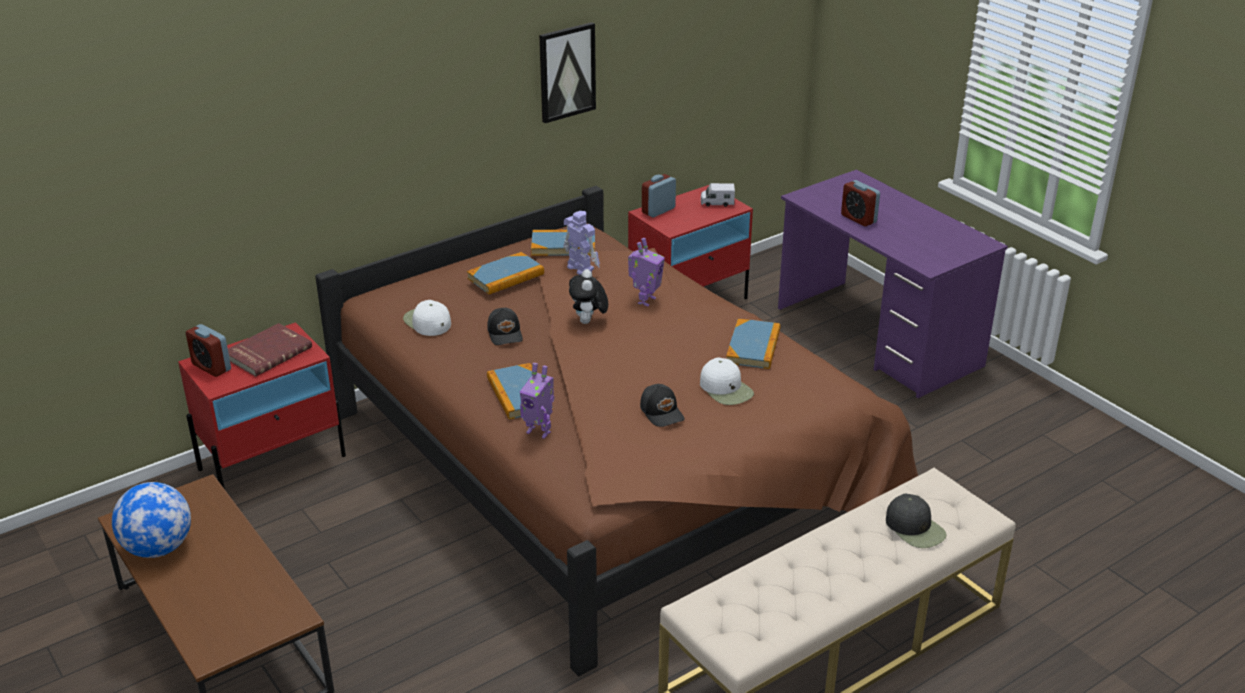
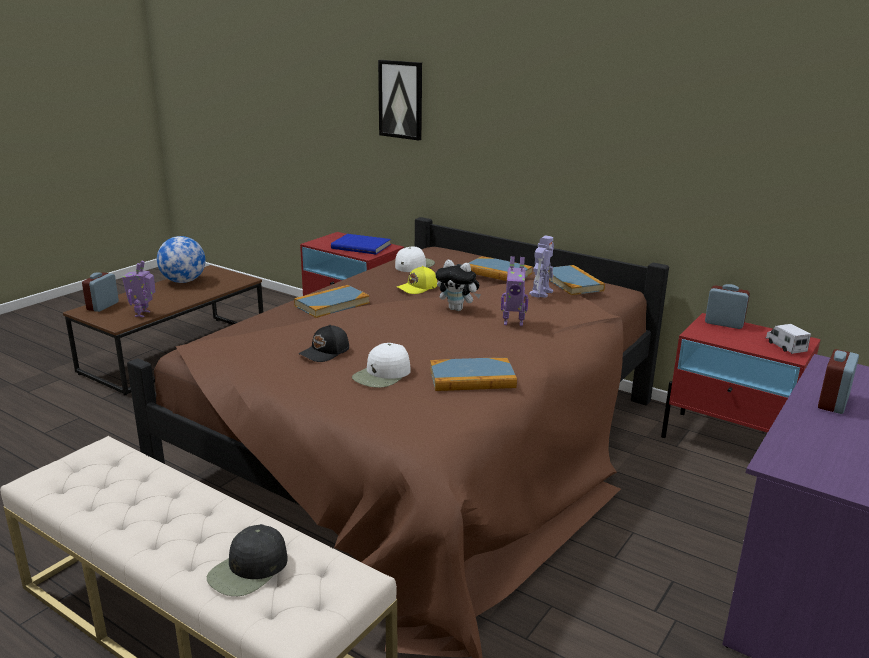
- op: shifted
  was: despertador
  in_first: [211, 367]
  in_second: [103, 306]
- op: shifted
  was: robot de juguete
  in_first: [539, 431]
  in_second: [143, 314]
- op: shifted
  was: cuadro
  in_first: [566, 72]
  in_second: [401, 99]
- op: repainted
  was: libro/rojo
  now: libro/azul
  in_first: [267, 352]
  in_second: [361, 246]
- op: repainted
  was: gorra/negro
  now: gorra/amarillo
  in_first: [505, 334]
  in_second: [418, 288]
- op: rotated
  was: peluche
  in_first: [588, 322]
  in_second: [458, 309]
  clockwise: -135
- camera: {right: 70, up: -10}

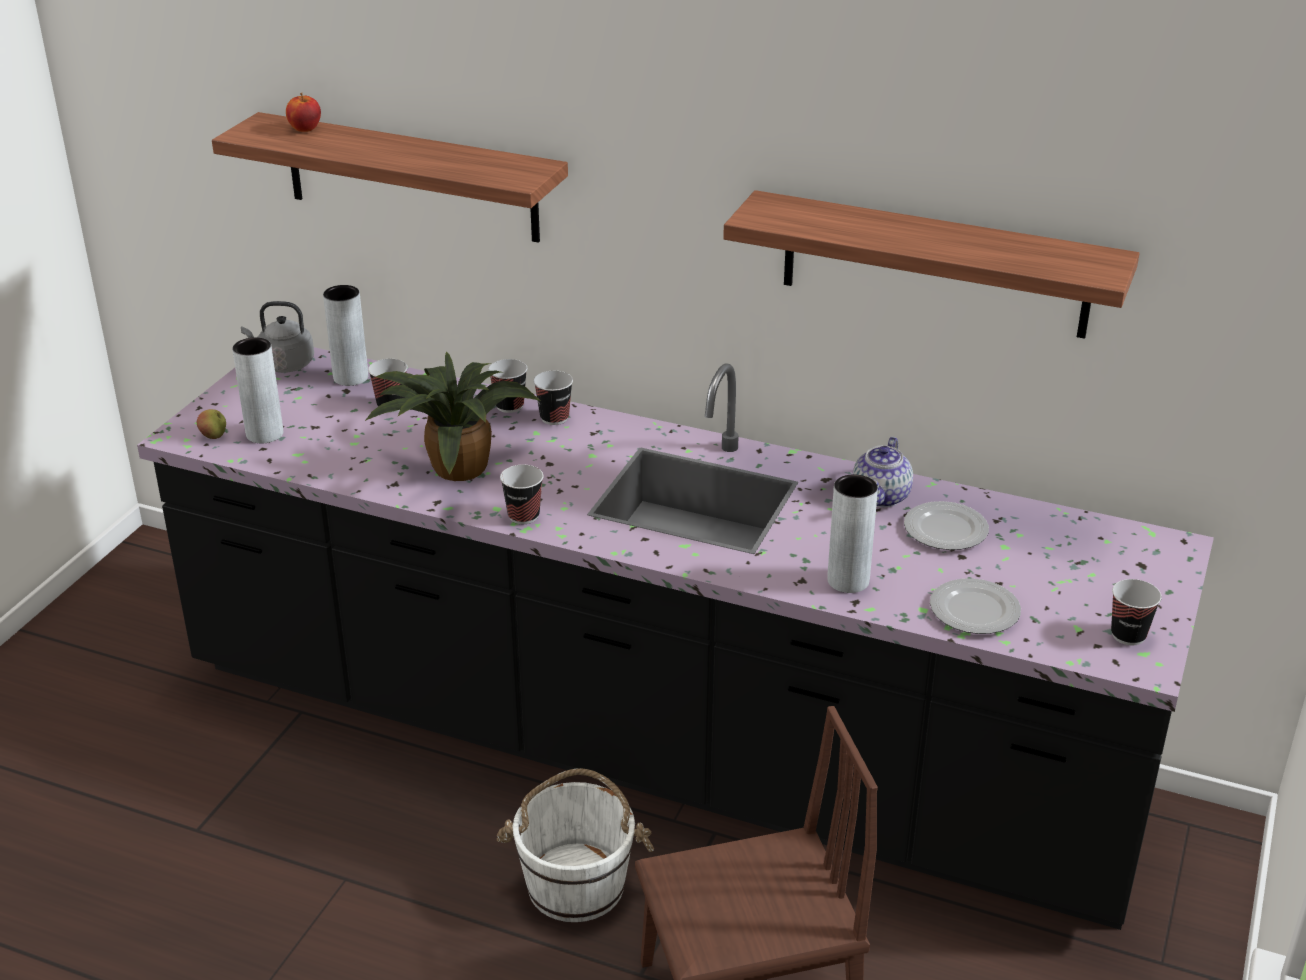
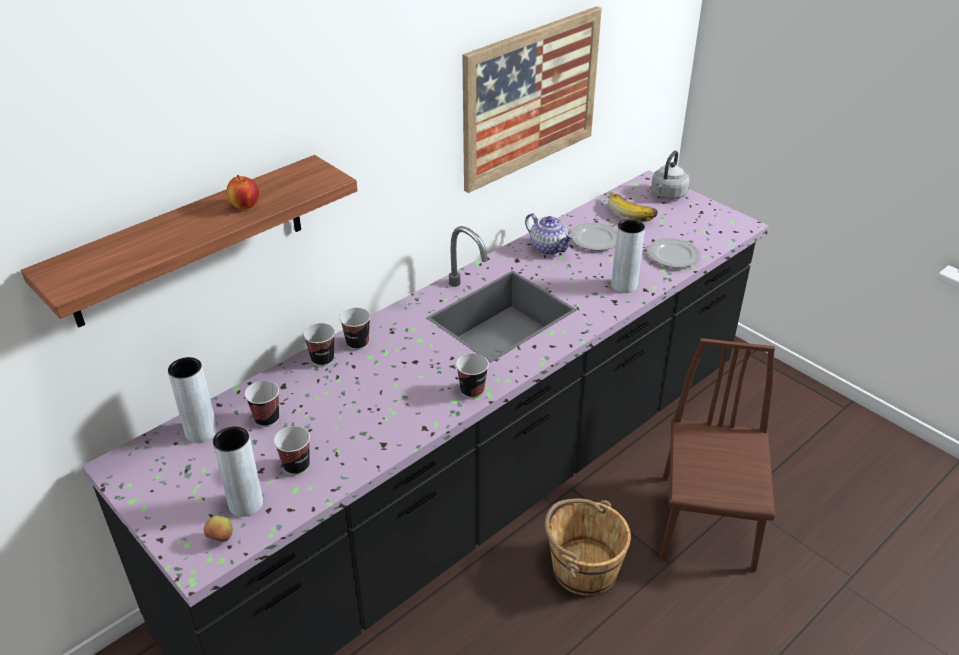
- op: gone
  was: planta en maceta
  in_first: [456, 466]
- op: new
  now: plátano
  in_second: [631, 213]
- op: shifted
  was: hervidor/gris
  in_first: [283, 364]
  in_second: [667, 195]
- op: shifted
  was: manzana
  in_first: [305, 129]
  in_second: [245, 206]
- op: shifted
  was: taza
  in_first: [1128, 635]
  in_second: [296, 466]
- op: swapped
  was: estante
  now: cuadro
  in_first: [935, 265]
  in_second: [530, 98]
- op: repainted
  was: cubo/blanco
  now: cubo/marrón
  in_first: [576, 884]
  in_second: [583, 568]
- camera: {right: -65, up: 5}

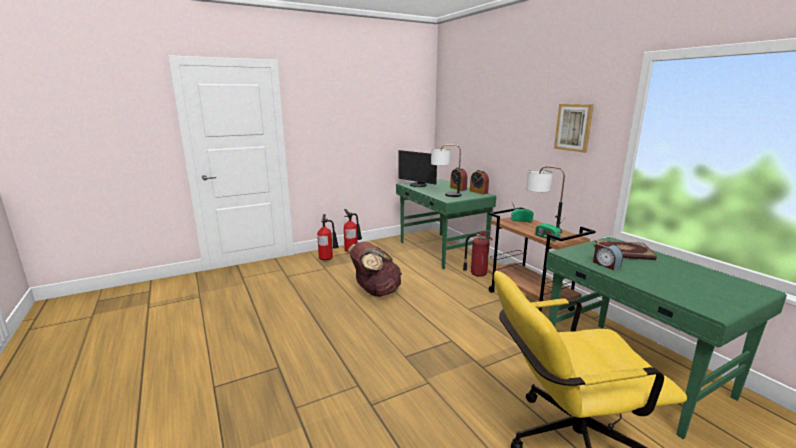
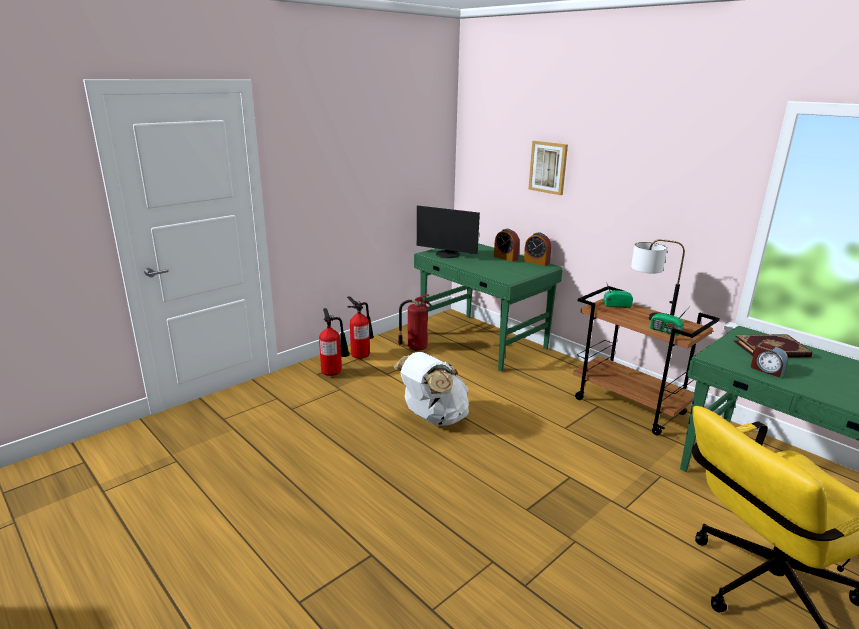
- op: gone
  was: lámpara de mesa
  in_first: [445, 194]
- op: shifted
  was: extintor
  in_first: [477, 274]
  in_second: [416, 347]
- op: shifted
  was: cuadro
  in_first: [573, 127]
  in_second: [548, 167]
- op: repainted
  was: mochila/marrón
  now: mochila/blanco
  in_first: [375, 292]
  in_second: [433, 418]
- camera: {right: -15, up: 5}

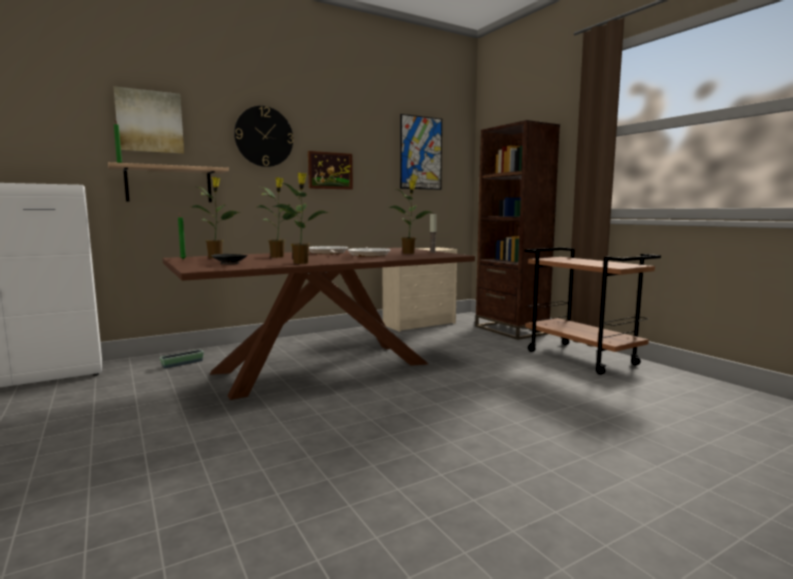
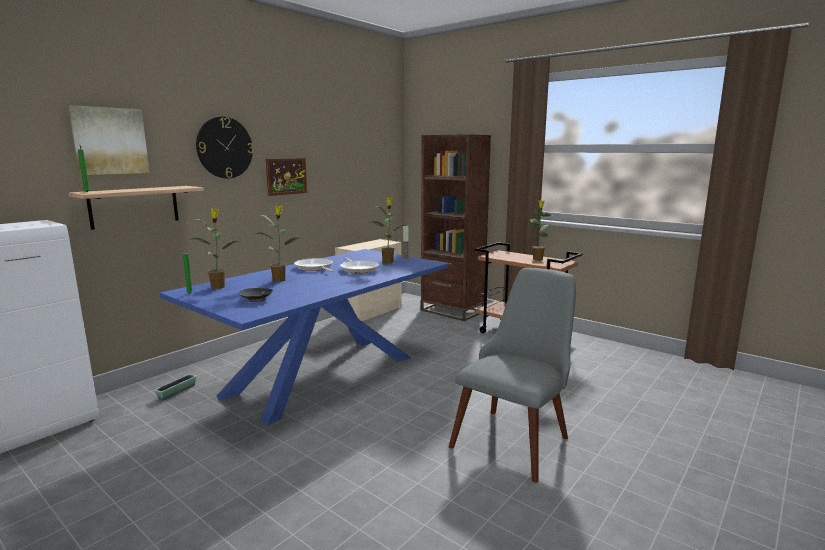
- op: gone
  was: cuadro
  in_first: [421, 153]
- op: new
  now: silla/gris
  in_second: [516, 435]
- op: shifted
  was: planta en maceta
  in_first: [301, 263]
  in_second: [537, 259]
- op: repainted
  was: mesa de comedor/marrón
  now: mesa de comedor/azul
  in_first: [324, 367]
  in_second: [324, 375]
- camera: {right: -20, up: 5}

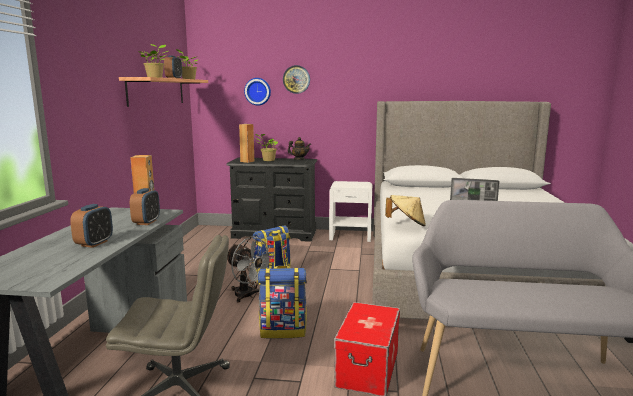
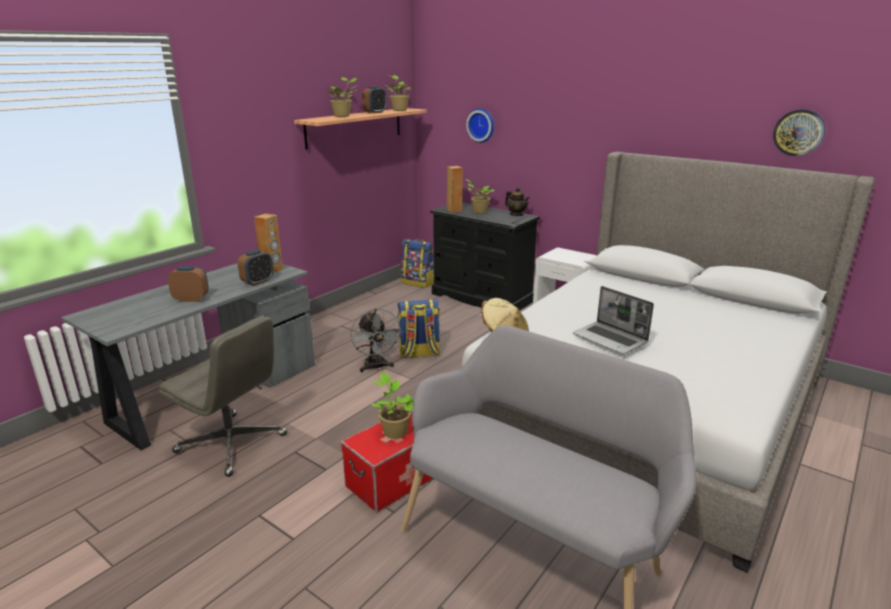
- op: new
  now: planta en maceta
  in_second: [394, 431]
- op: shifted
  was: mochila
  in_first: [283, 331]
  in_second: [418, 283]
- op: shifted
  was: reloj de pared
  in_first: [296, 79]
  in_second: [798, 132]
- op: rotated
  was: despertador
  in_first: [94, 243]
  in_second: [191, 299]
  clockwise: -135
- camera: {right: 30, up: 10}

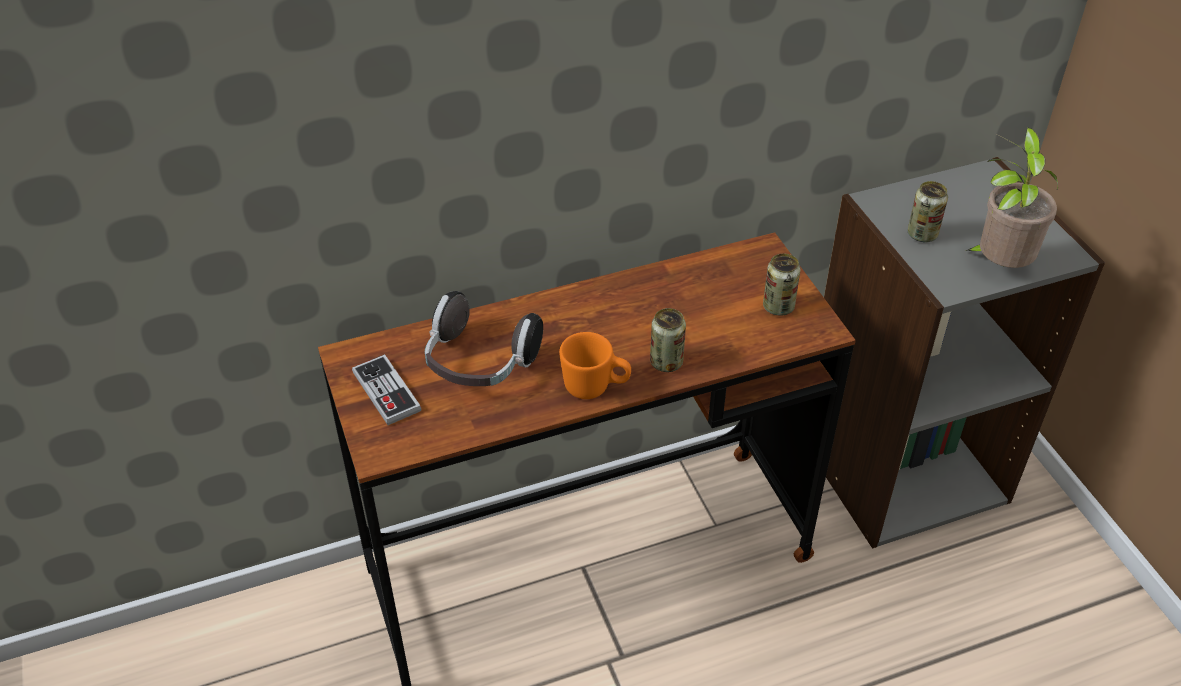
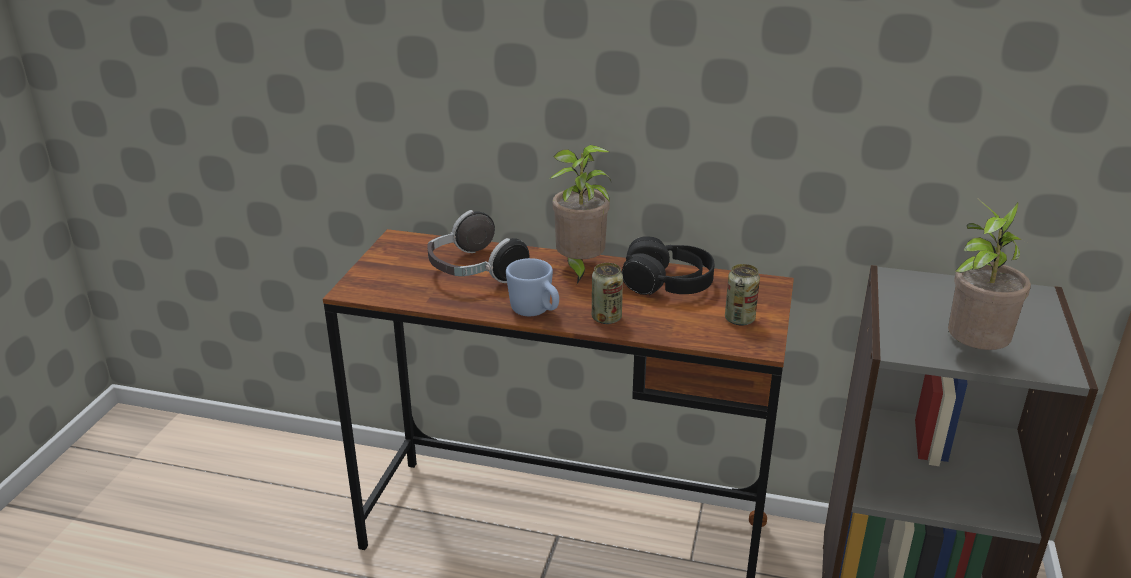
- op: gone
  was: mando de consola
  in_first: [386, 392]
- op: gone
  was: lata
  in_first: [922, 234]
- op: new
  now: planta en maceta
  in_second: [579, 268]
- op: new
  now: auriculares/negro
  in_second: [667, 283]
- op: repainted
  was: taza grande/naranja
  now: taza grande/azul
  in_first: [595, 388]
  in_second: [535, 312]
- camera: {right: 35, up: -15}

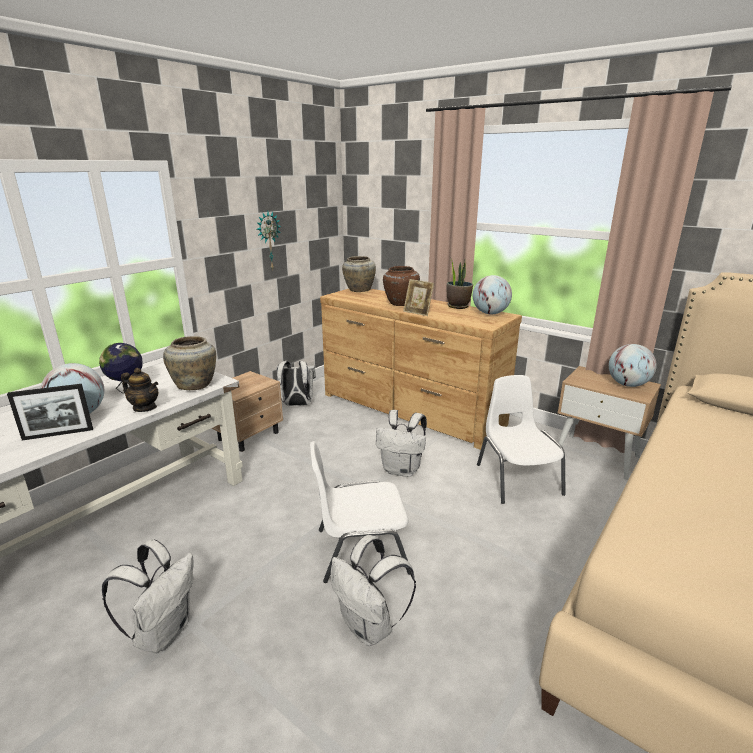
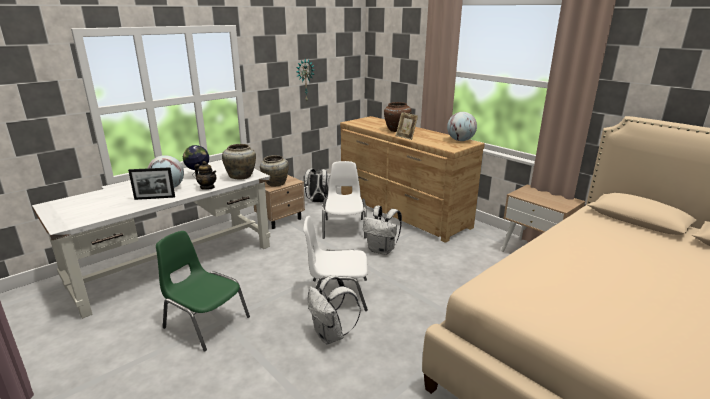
- op: gone
  was: planta en maceta
  in_first: [458, 306]
- op: gone
  was: globo terráqueo
  in_first: [627, 385]
- op: shifted
  was: florero/beis
  in_first: [358, 290]
  in_second: [275, 184]
- op: shifted
  was: silla/blanco
  in_first: [517, 478]
  in_second: [344, 228]
- op: swapped
  was: mochila/blanco
  now: silla/verde
  in_first: [163, 632]
  in_second: [205, 322]
- camera: {right: 10, up: 0}

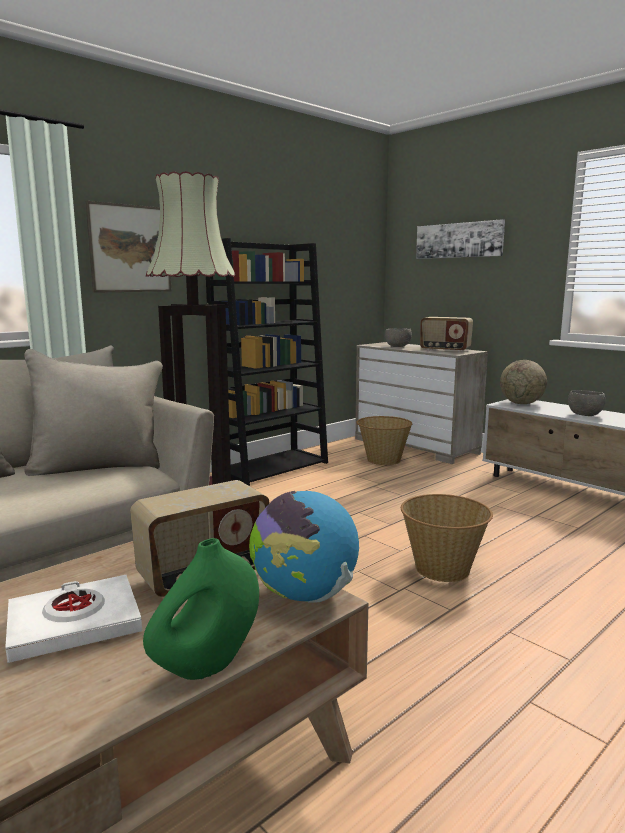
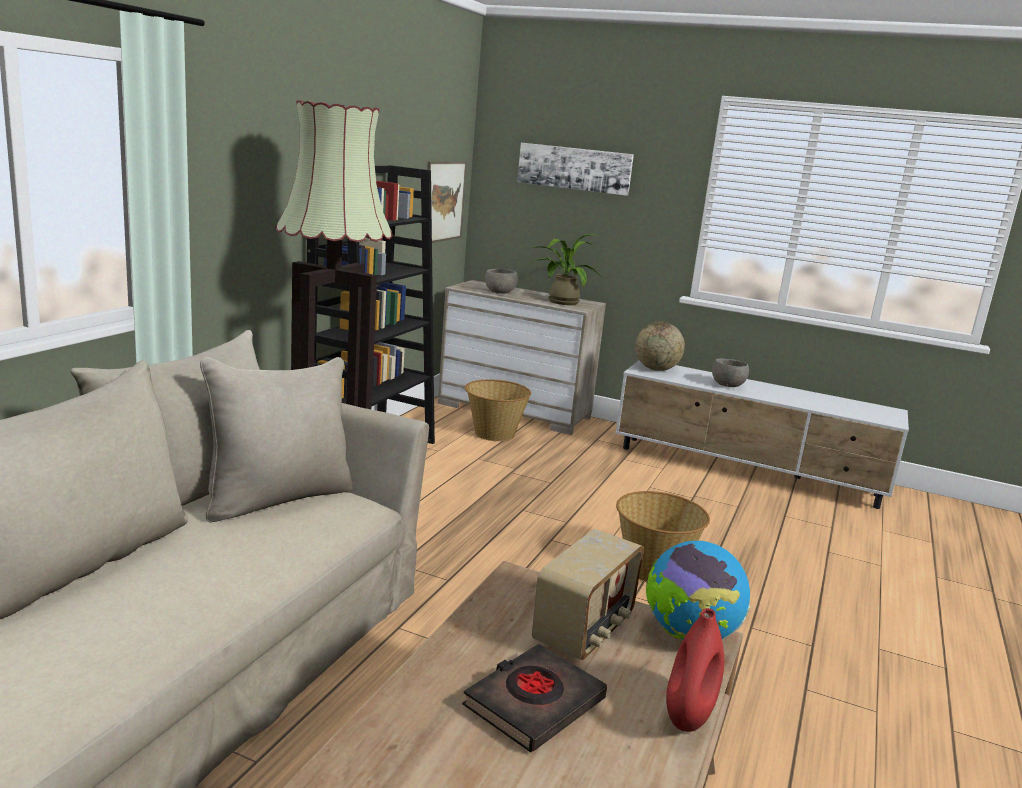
- op: shifted
  was: cuadro
  in_first: [130, 249]
  in_second: [444, 201]
- op: swapped
  was: radio
  now: planta en maceta
  in_first: [445, 350]
  in_second: [560, 301]
- op: repainted
  was: libro/blanco
  now: libro/negro
  in_first: [74, 625]
  in_second: [533, 703]
- op: repainted
  was: florero/verde
  now: florero/rojo
  in_first: [207, 665]
  in_second: [688, 716]
- camera: {right: -25, up: 5}

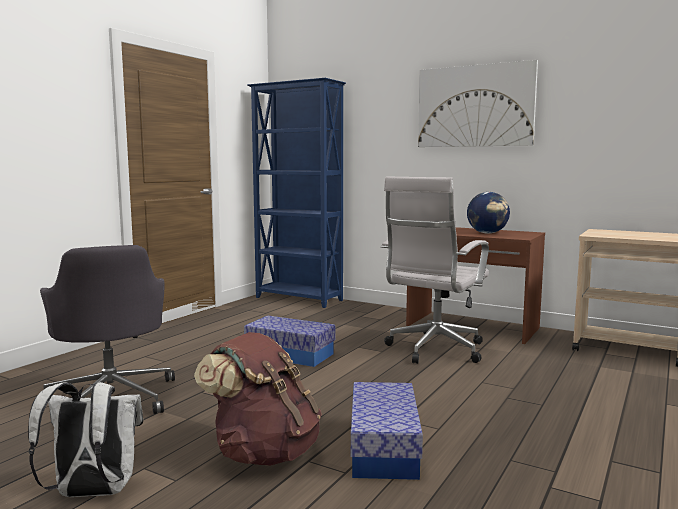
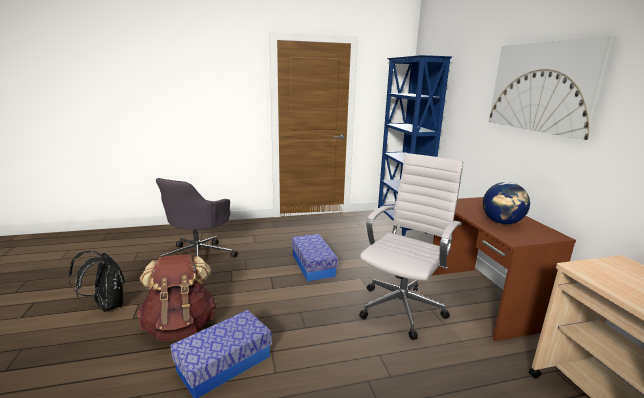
- op: repainted
  was: mochila/blanco
  now: mochila/negro
  in_first: [92, 493]
  in_second: [107, 305]
- op: rotated
  was: silla de oficina/blanco
  in_first: [433, 350]
  in_second: [403, 307]
  clockwise: 135
- camera: {right: 45, up: 10}

